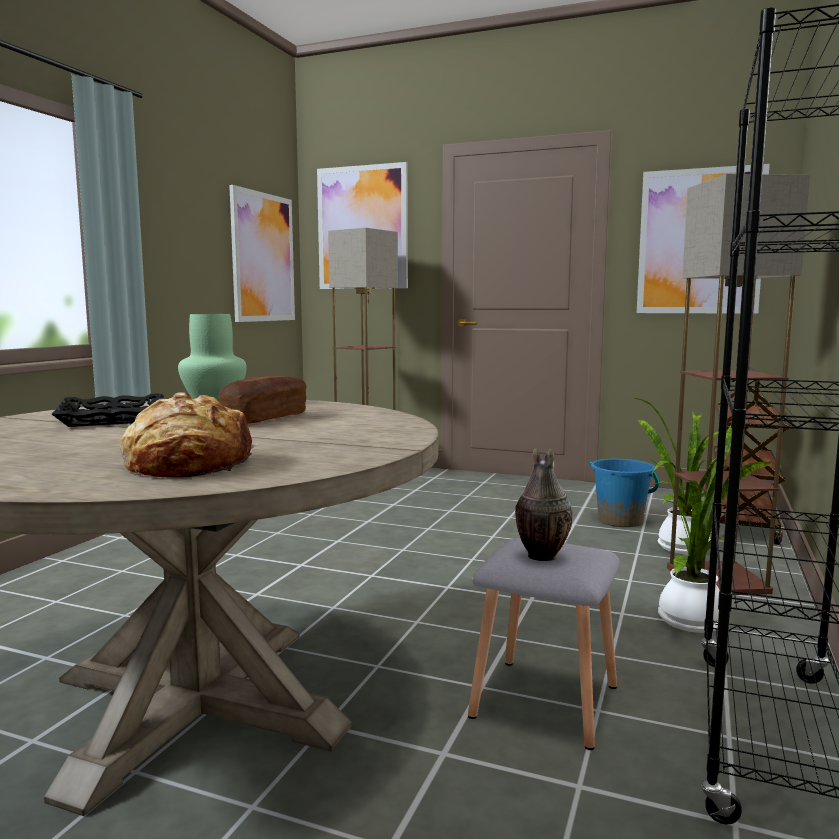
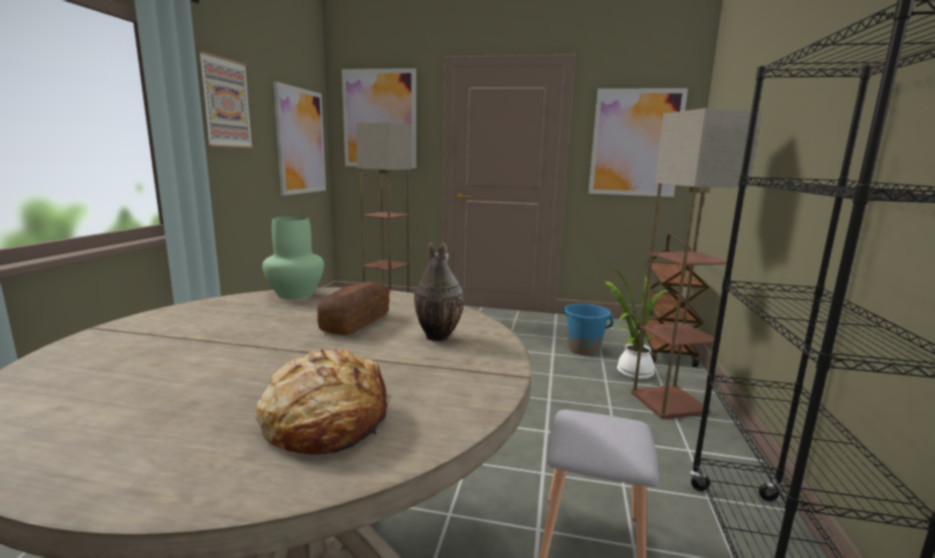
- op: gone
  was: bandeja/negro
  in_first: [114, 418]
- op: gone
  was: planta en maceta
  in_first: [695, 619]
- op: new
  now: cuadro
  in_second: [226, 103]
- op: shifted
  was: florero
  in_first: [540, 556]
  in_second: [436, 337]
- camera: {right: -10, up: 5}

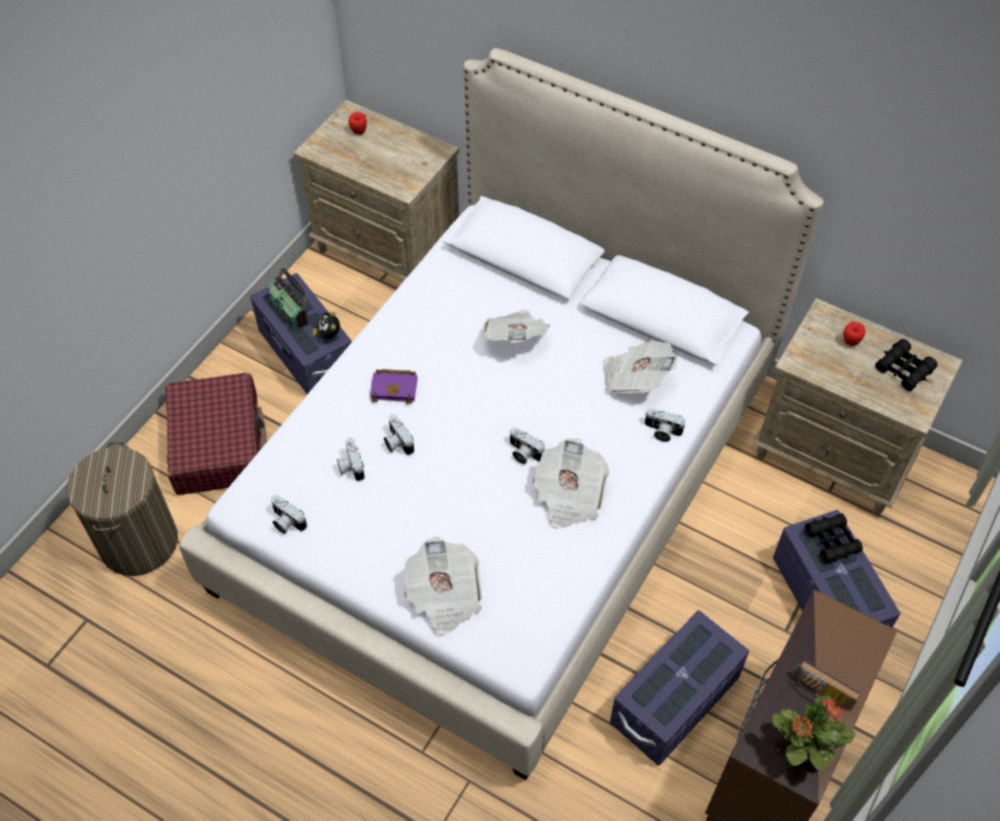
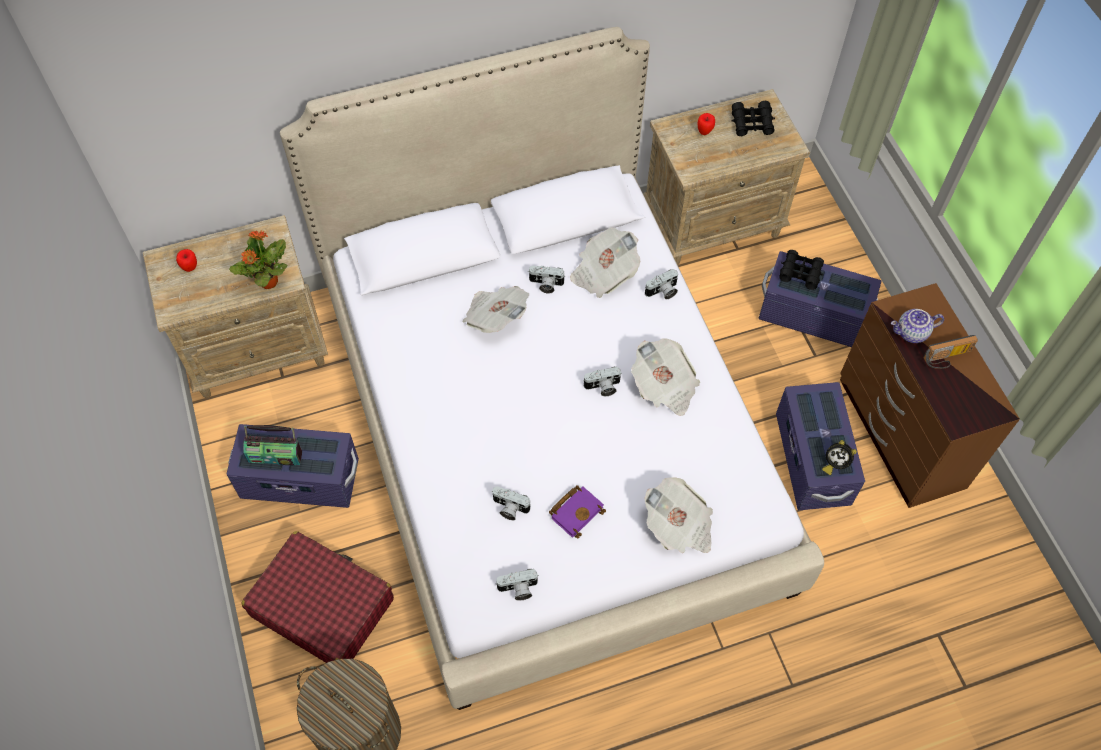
- op: new
  now: tetera
  in_second: [911, 333]
- op: shifted
  was: despertador
  in_first: [328, 335]
  in_second: [834, 463]
- op: shifted
  was: libro/morado
  in_first: [395, 388]
  in_second: [576, 511]
- op: shifted
  was: cámara
  in_first: [397, 442]
  in_second: [545, 284]
- op: shifted
  was: planta en maceta
  in_first: [801, 749]
  in_second: [268, 282]
- camera: {right: -50, up: 5}

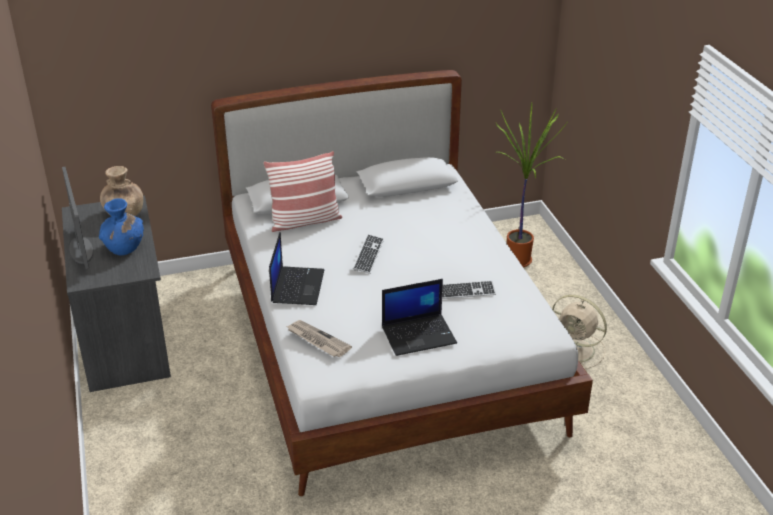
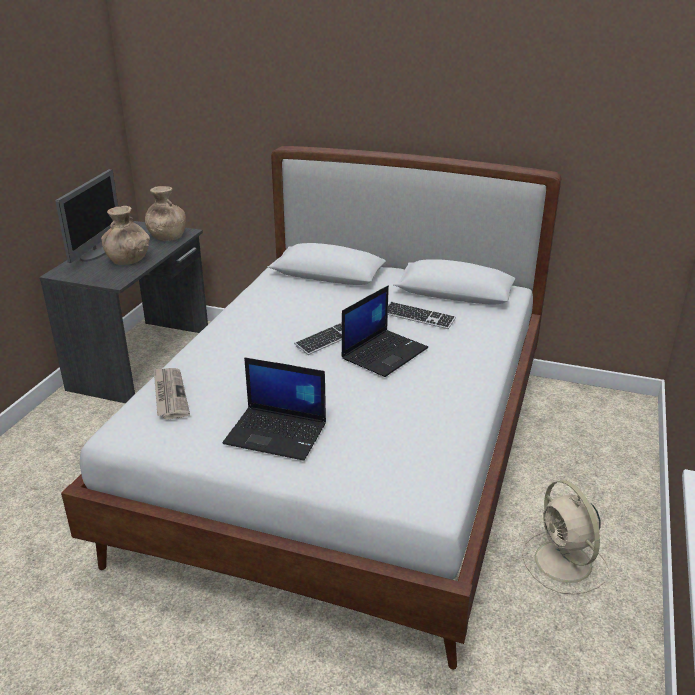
- op: gone
  was: cojín
  in_first: [305, 221]
- op: gone
  was: planta en maceta
  in_first: [520, 260]
- op: shifted
  was: portátil
  in_first: [297, 286]
  in_second: [384, 353]
- op: shifted
  was: teclado
  in_first: [462, 292]
  in_second: [418, 317]
- op: repainted
  was: florero/azul
  now: florero/marrón
  in_first: [124, 248]
  in_second: [128, 260]
- camera: {right: 35, up: -5}

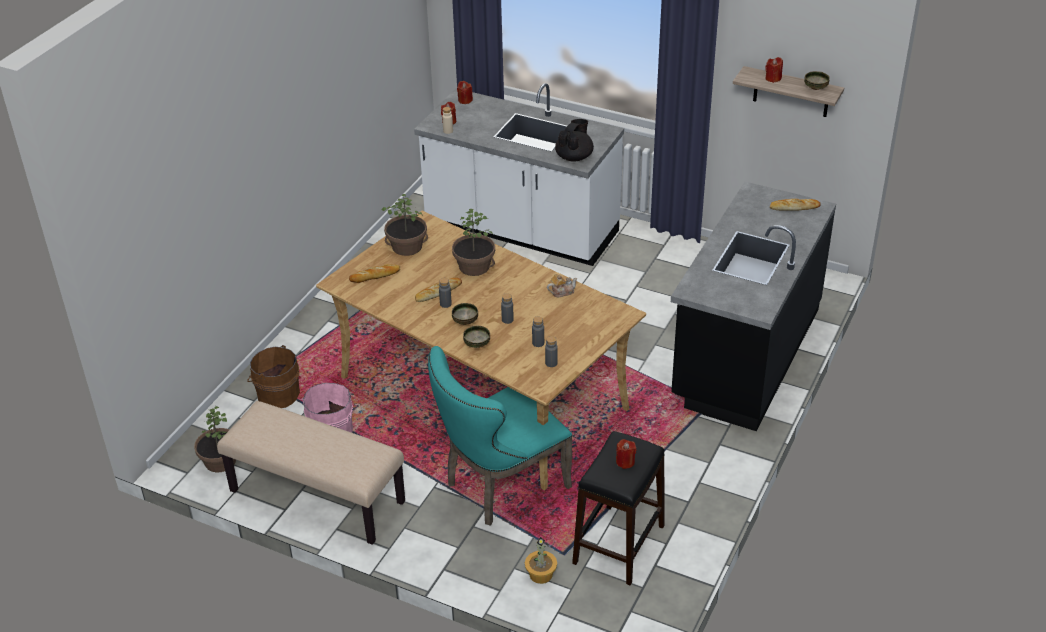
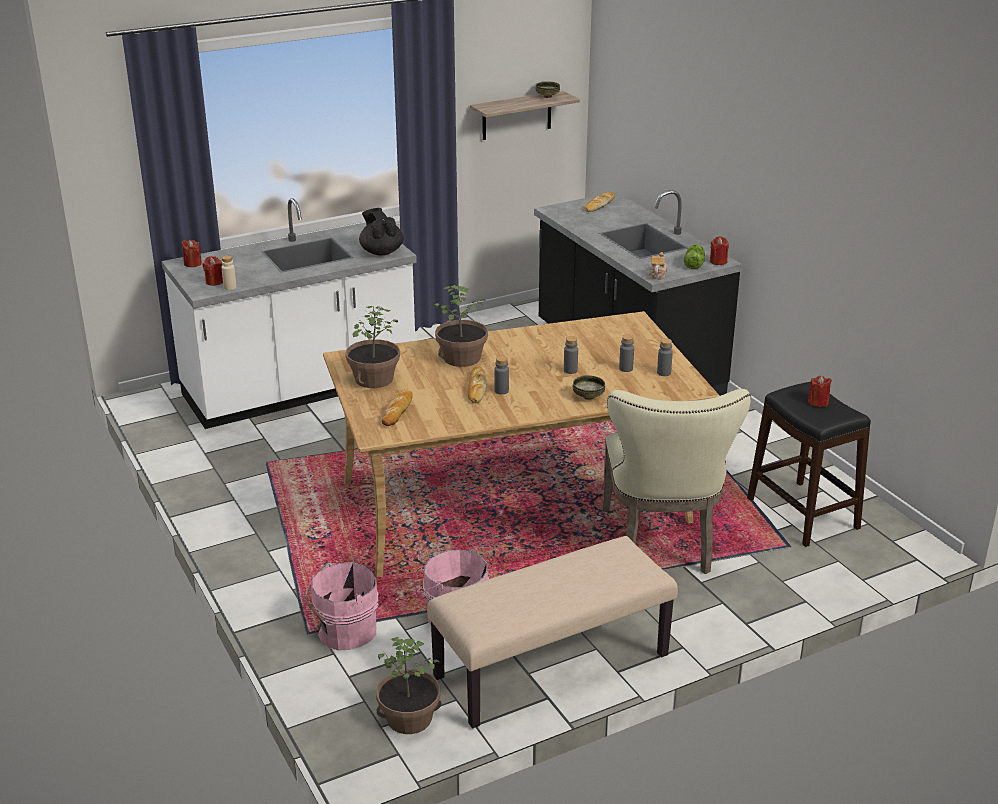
- op: gone
  was: cuenco
  in_first: [465, 321]
- op: gone
  was: planta en maceta
  in_first: [541, 574]
- op: new
  now: lechuga
  in_second: [694, 264]
- op: shifted
  was: tetera
  in_first: [562, 292]
  in_second: [657, 275]
- op: shifted
  was: vela/rojo
  in_first: [773, 78]
  in_second: [718, 261]
- op: repainted
  was: cubo/marrón
  now: cubo/rosa
  in_first: [277, 393]
  in_second: [344, 632]
- op: repainted
  was: silla/turquesa
  now: silla/beis
  in_first: [500, 487]
  in_second: [661, 545]
- camera: {right: -55, up: -10}

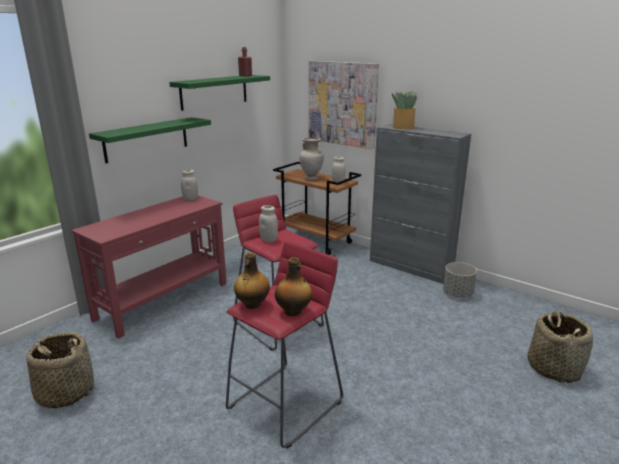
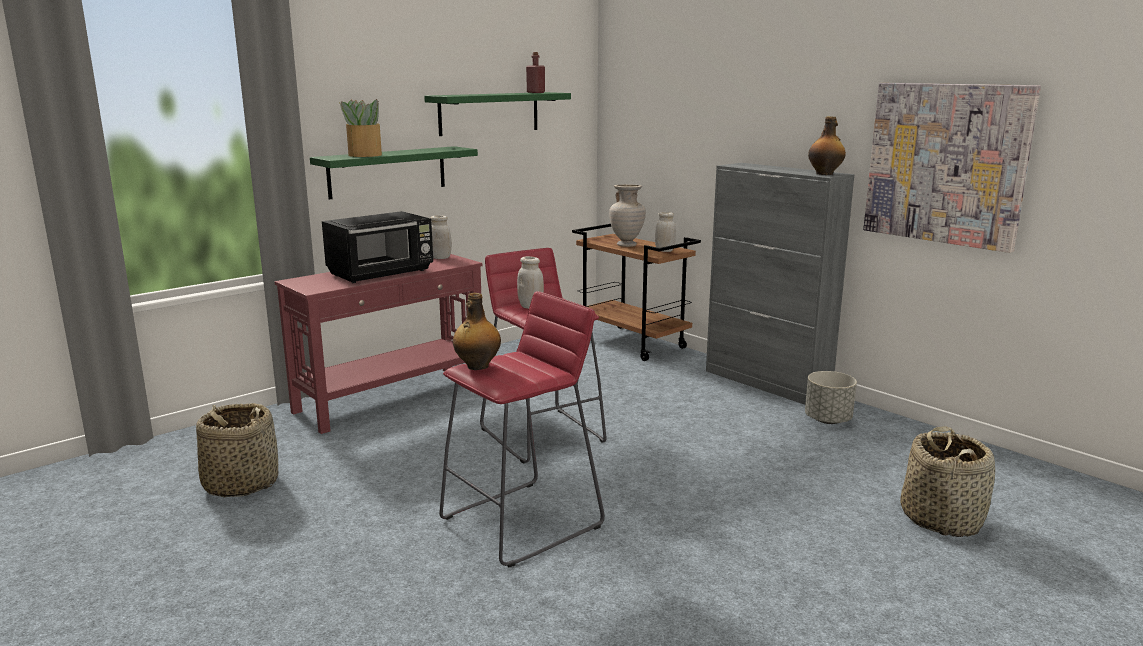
- op: new
  now: microondas/negro
  in_second: [382, 273]
- op: shifted
  was: botella
  in_first: [293, 312]
  in_second: [825, 174]
- op: shifted
  was: cuadro
  in_first: [342, 103]
  in_second: [946, 164]
- op: shifted
  was: planta en maceta
  in_first: [402, 127]
  in_second: [364, 155]
- camera: {right: 10, up: -5}

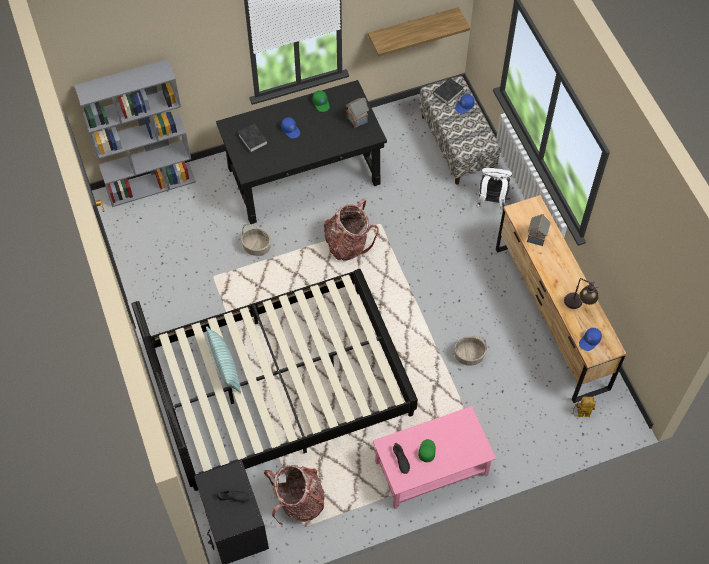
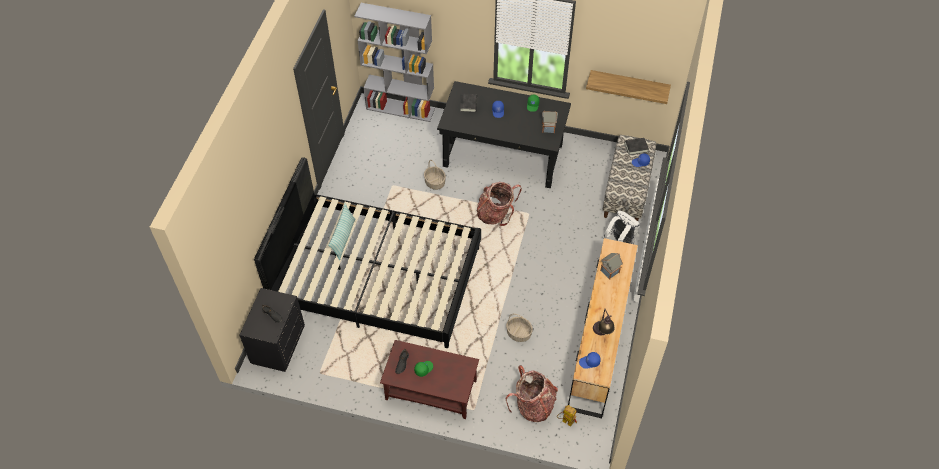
- op: shifted
  was: mochila
  in_first: [298, 502]
  in_second: [533, 405]
- op: repainted
  was: mesa de centro/rosa
  now: mesa de centro/marrón
  in_first: [432, 468]
  in_second: [432, 390]
- camera: {right: 35, up: -5}

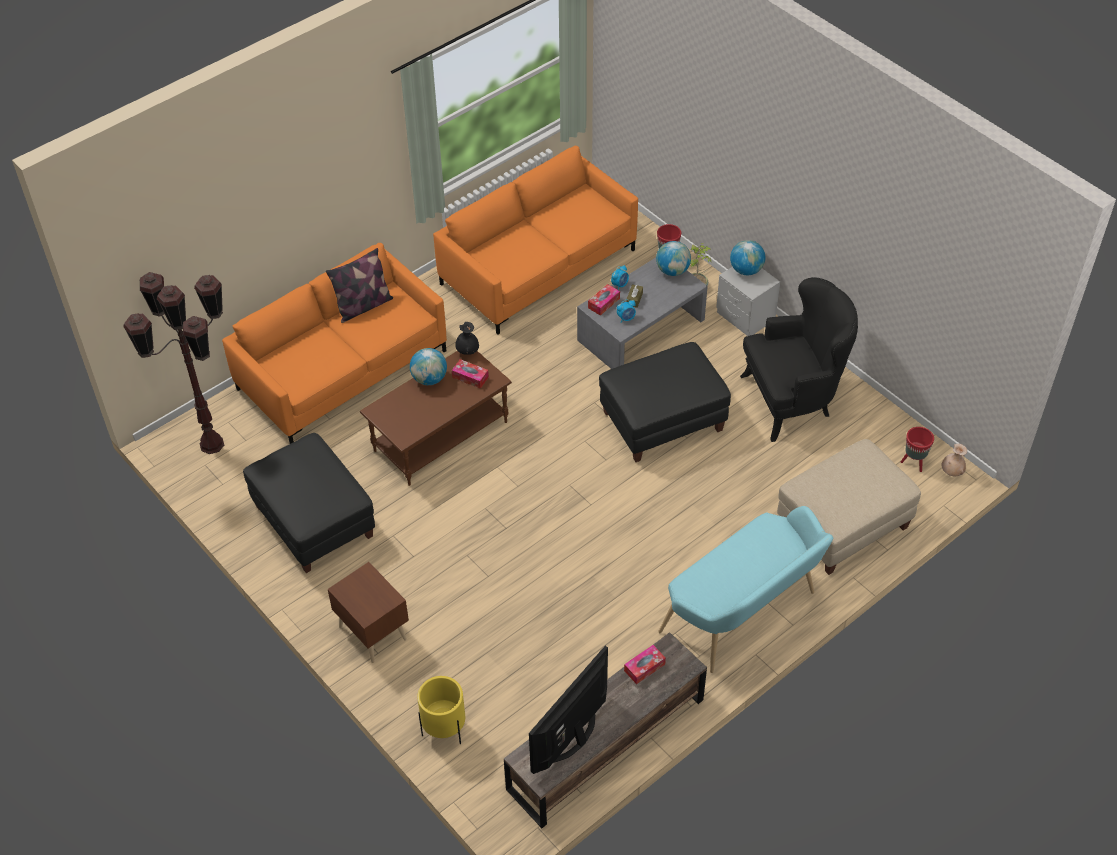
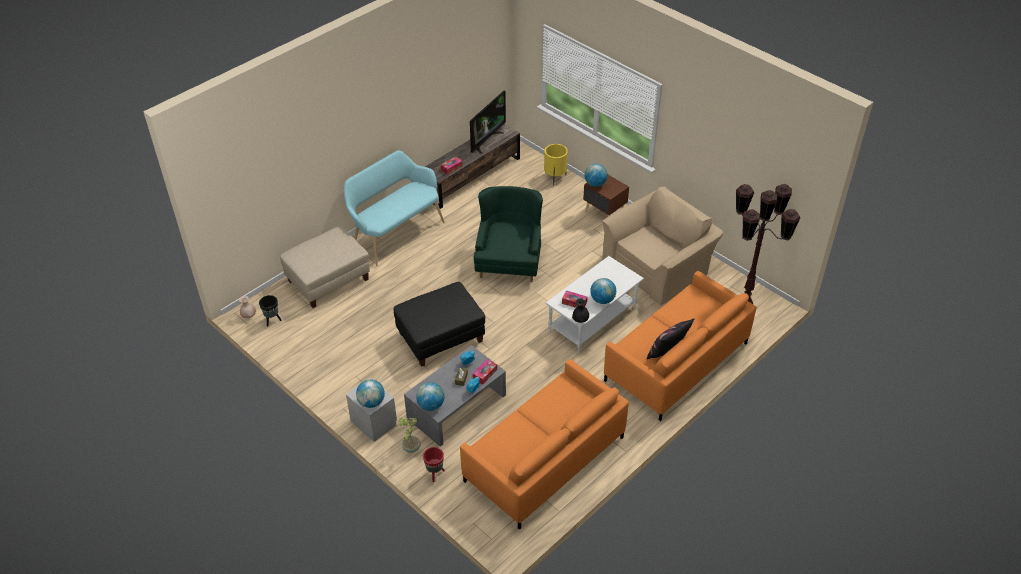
- op: gone
  was: sillón/negro
  in_first: [792, 400]
- op: new
  now: sillón/verde
  in_second: [509, 261]
- op: new
  now: globo terráqueo
  in_second: [595, 184]
- op: swapped
  was: puf/negro
  now: sillón/beis
  in_first: [314, 521]
  in_second: [658, 265]
- op: repainted
  was: mesa de centro/marrón
  now: mesa de centro/blanco
  in_first: [440, 435]
  in_second: [593, 320]
- op: repainted
  was: maceta/rojo
  now: maceta/negro
  in_first: [914, 463]
  in_second: [272, 320]
- camera: {right: 175, up: -5}

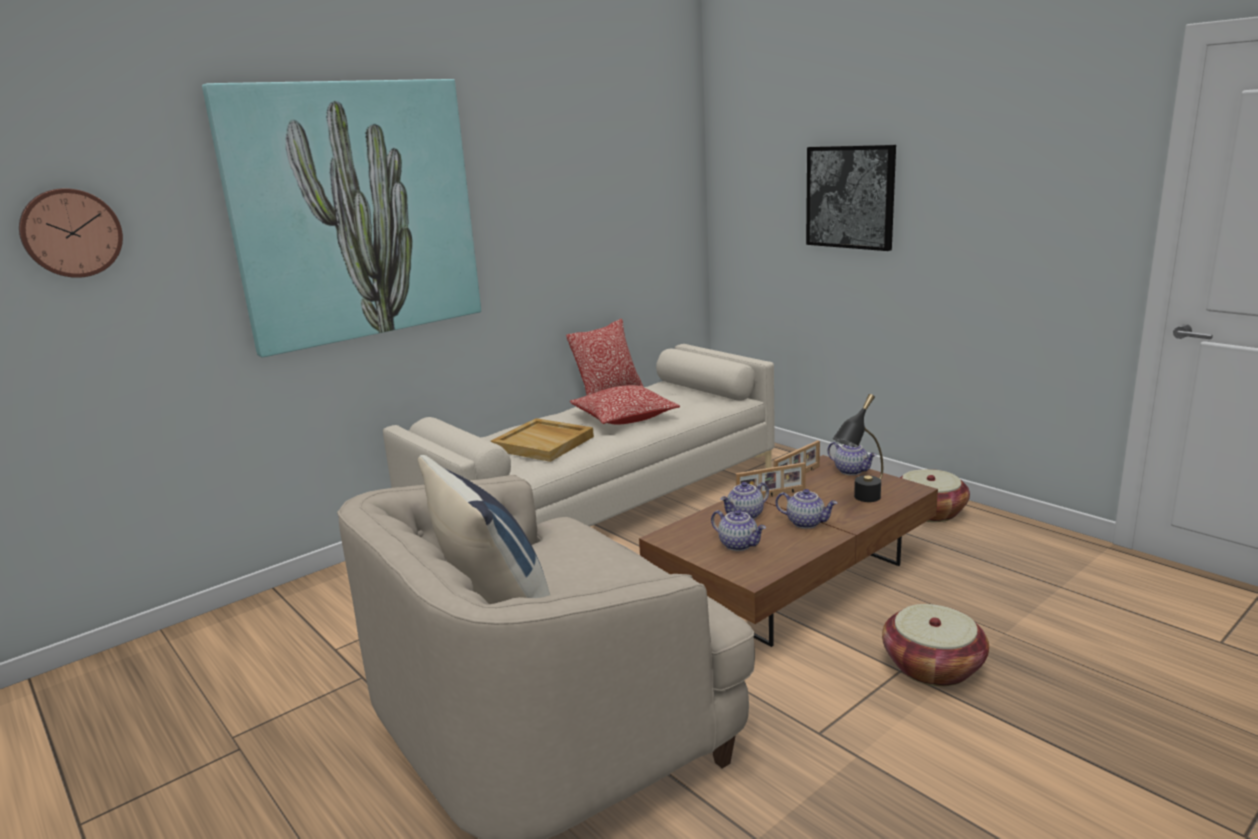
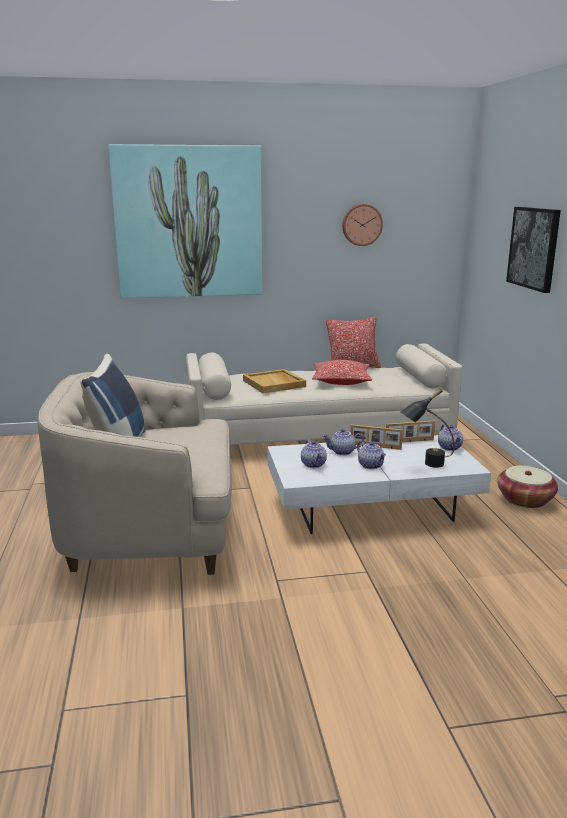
- op: gone
  was: cesta
  in_first: [932, 666]
- op: shifted
  was: reloj de pared
  in_first: [71, 233]
  in_second: [361, 224]
- op: repainted
  was: mesa de centro/marrón
  now: mesa de centro/blanco
  in_first: [793, 581]
  in_second: [371, 508]
- camera: {right: 30, up: 0}

